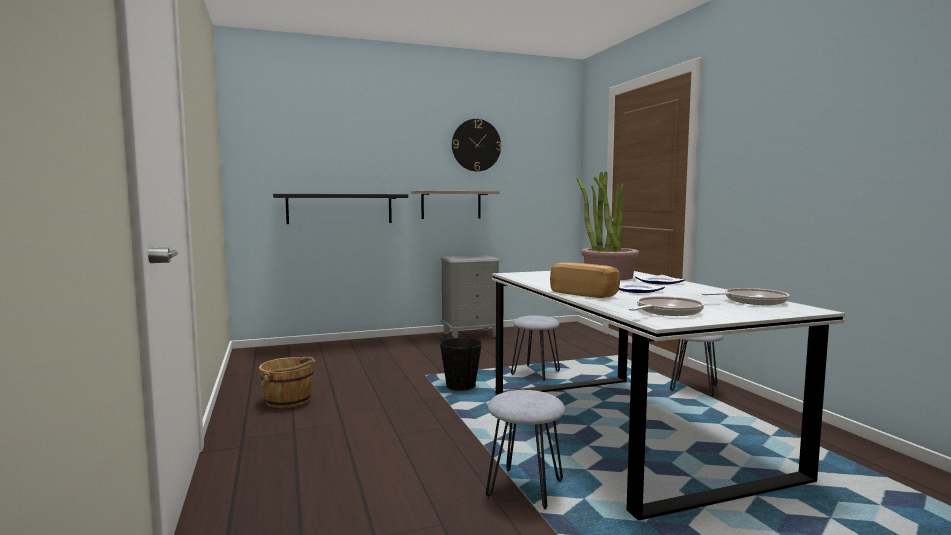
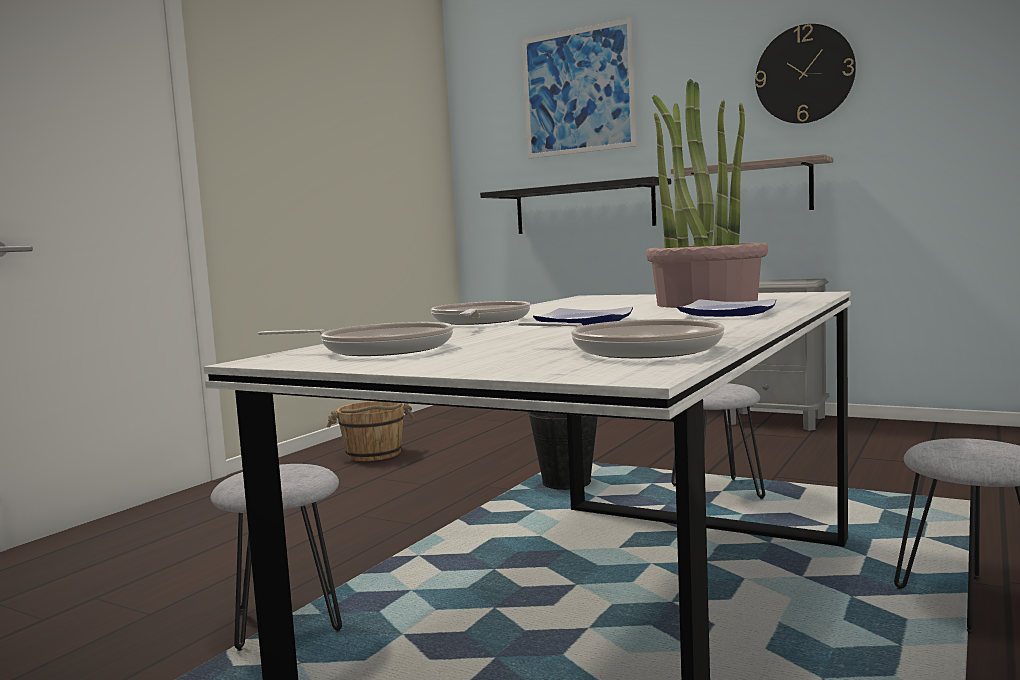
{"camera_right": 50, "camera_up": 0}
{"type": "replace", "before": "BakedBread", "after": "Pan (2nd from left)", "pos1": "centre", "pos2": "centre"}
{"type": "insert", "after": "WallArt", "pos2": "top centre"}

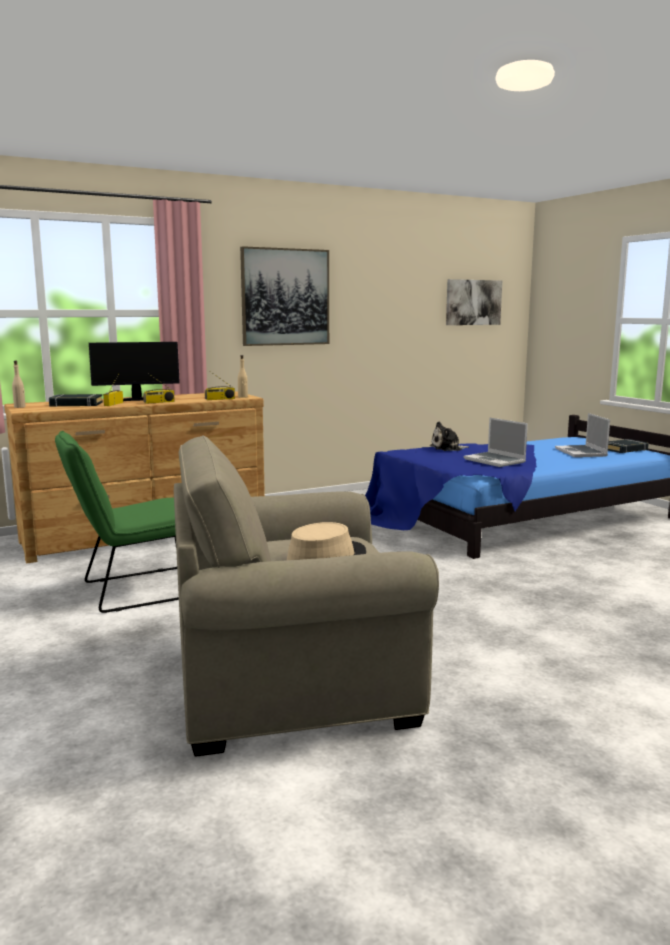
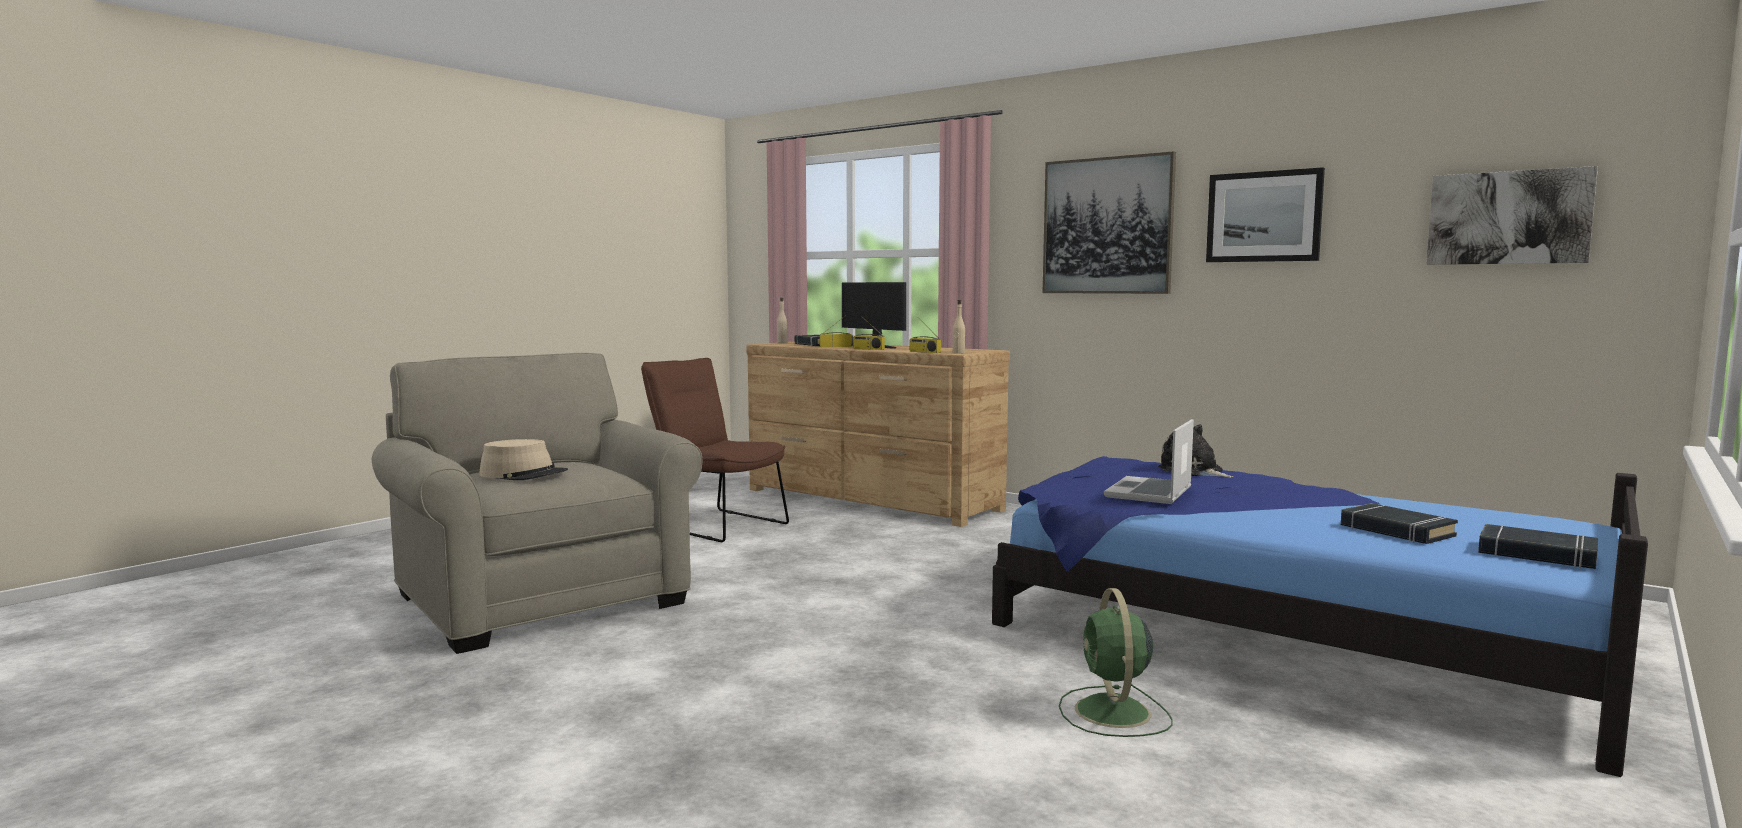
{"camera_right": 65, "camera_up": -5}
{"type": "recolor", "before": "GreenishPlainChair", "after": "BrownColouredPlainChair", "pos1": "middle left", "pos2": "centre"}
{"type": "replace", "before": "Laptop (2nd from left)", "after": "BlackishVolume (2nd from left)", "pos1": "middle right", "pos2": "middle right"}
{"type": "insert", "after": "GreenishFan", "pos2": "bottom centre"}
{"type": "insert", "after": "WallArt (2nd from left)", "pos2": "top right"}

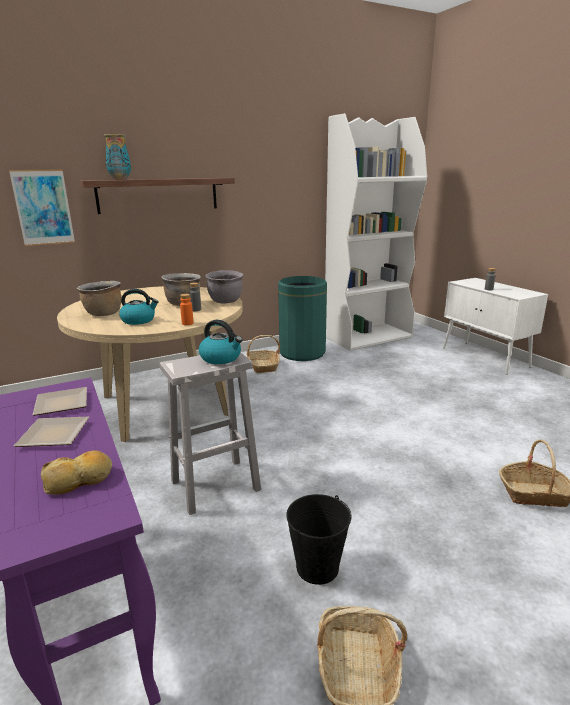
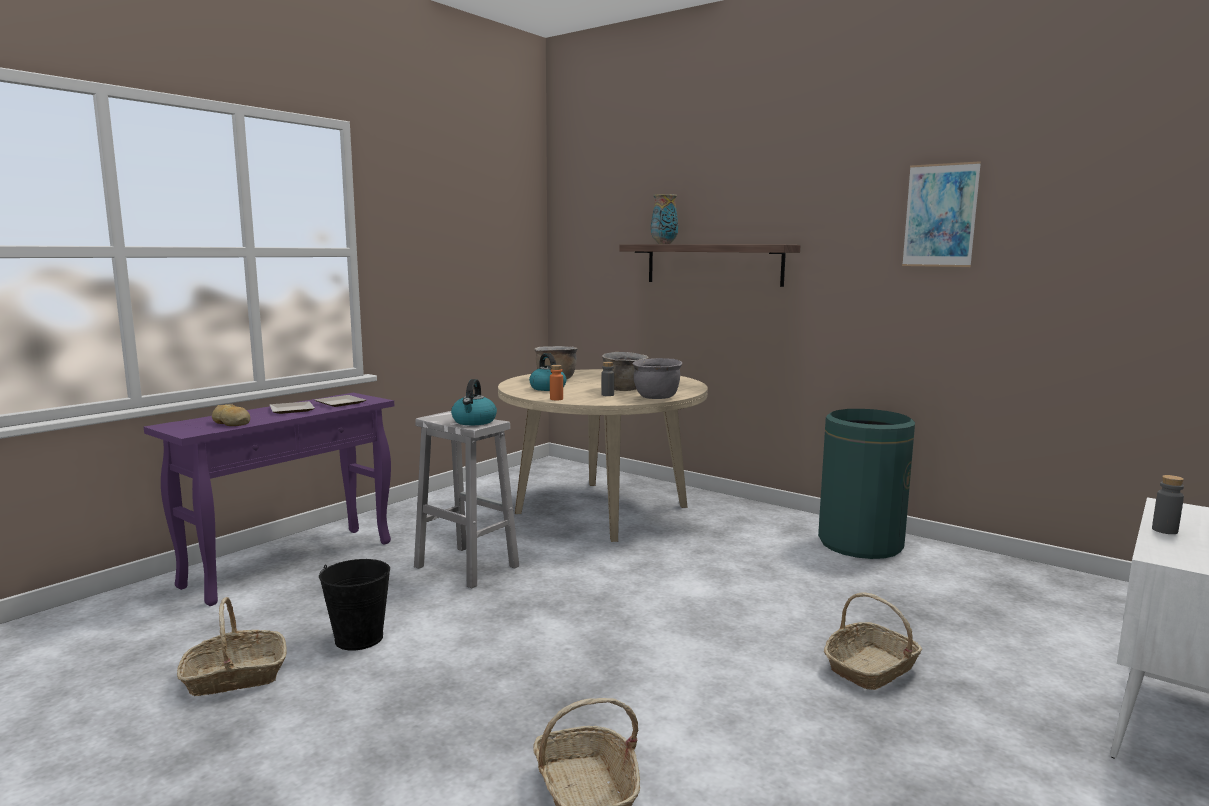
{"camera_right": 65, "camera_up": -10}
{"type": "move", "before": "WallArt", "pos1": "top left", "pos2": "top right"}
{"type": "move", "before": "Basket (1st from left in the first image)", "after": "Basket (3rd from left)", "pos1": "centre", "pos2": "bottom right"}
{"type": "delete", "before": "WhiteColouredBookshelf", "pos1": "top centre"}

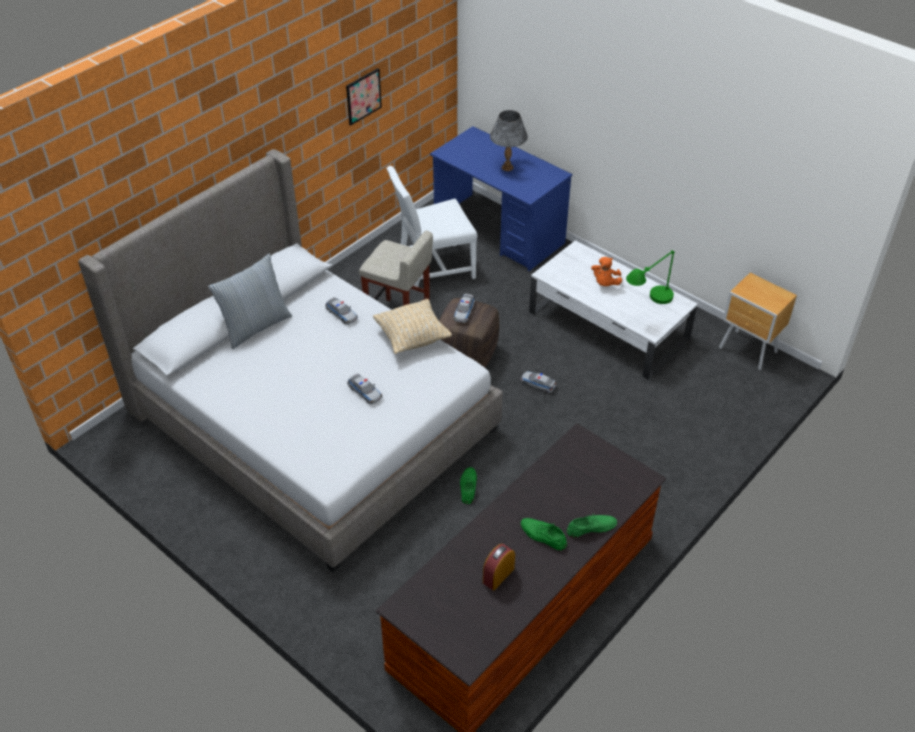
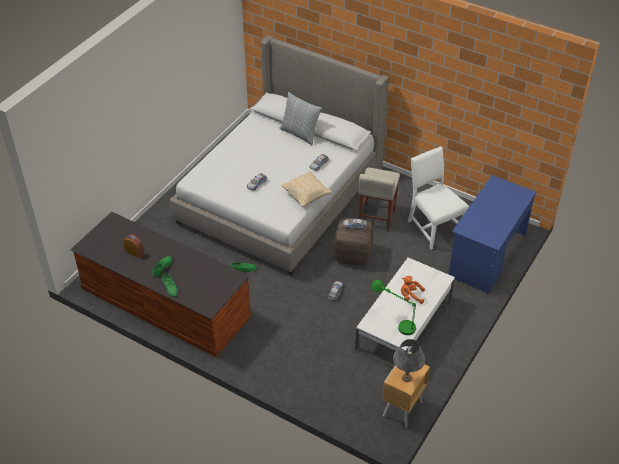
{"camera_right": 80, "camera_up": 0}
{"type": "delete", "before": "WallArt", "pos1": "top centre"}
{"type": "move", "before": "GrayLampForATable", "pos1": "top centre", "pos2": "bottom centre"}

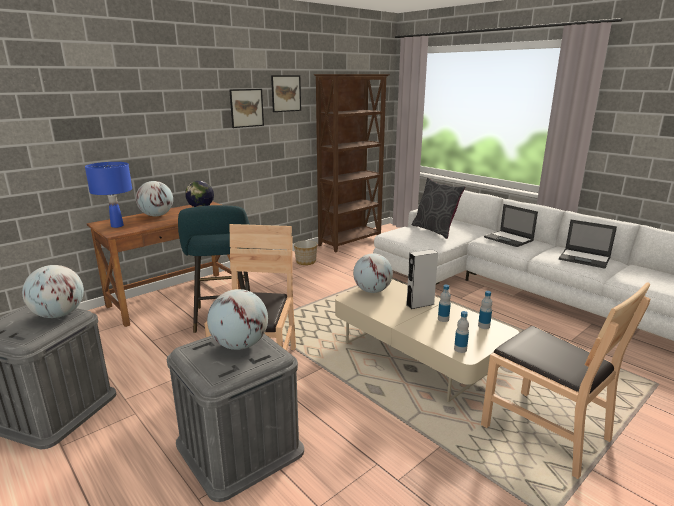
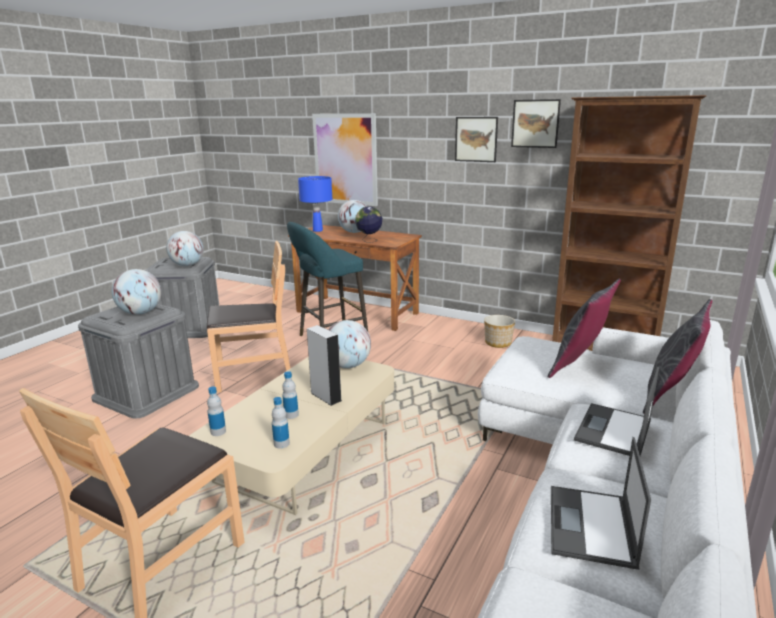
{"camera_right": 70, "camera_up": 0}
{"type": "insert", "after": "WallArt (1st from left)", "pos2": "top centre"}
{"type": "insert", "after": "GrayThrowPillow (2nd from left)", "pos2": "middle right"}

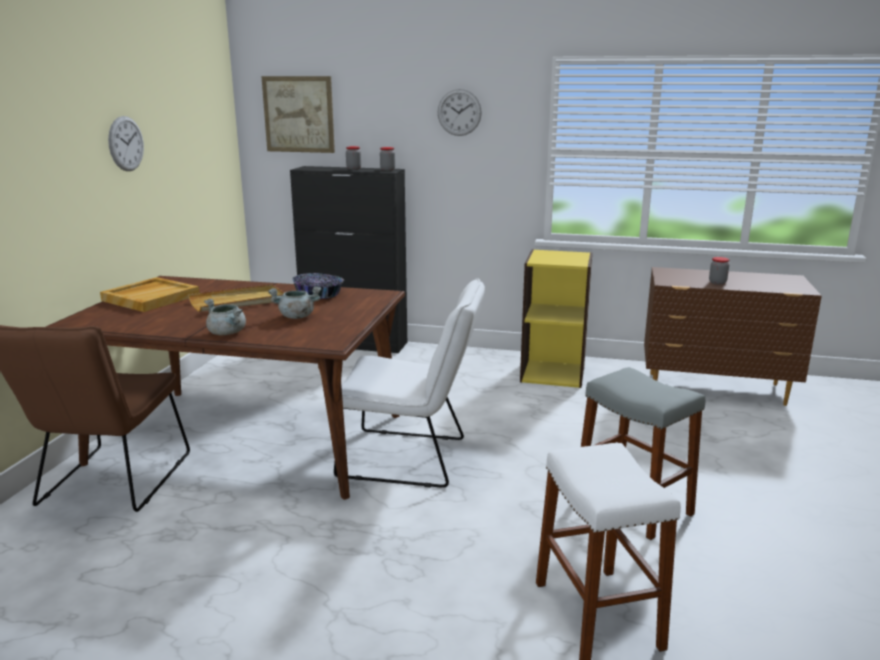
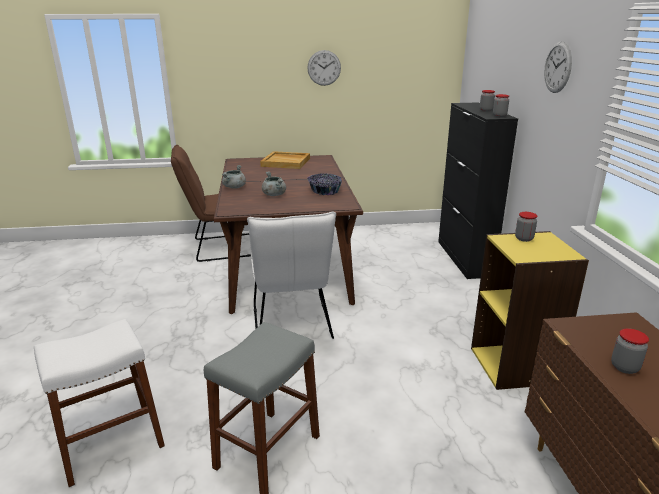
{"camera_right": 70, "camera_up": 5}
{"type": "delete", "before": "SandColouredCarryingTray (2nd from left)", "pos1": "middle left"}
{"type": "delete", "before": "WallArt", "pos1": "top centre"}
{"type": "insert", "after": "Jar (3rd from left)", "pos2": "middle right"}

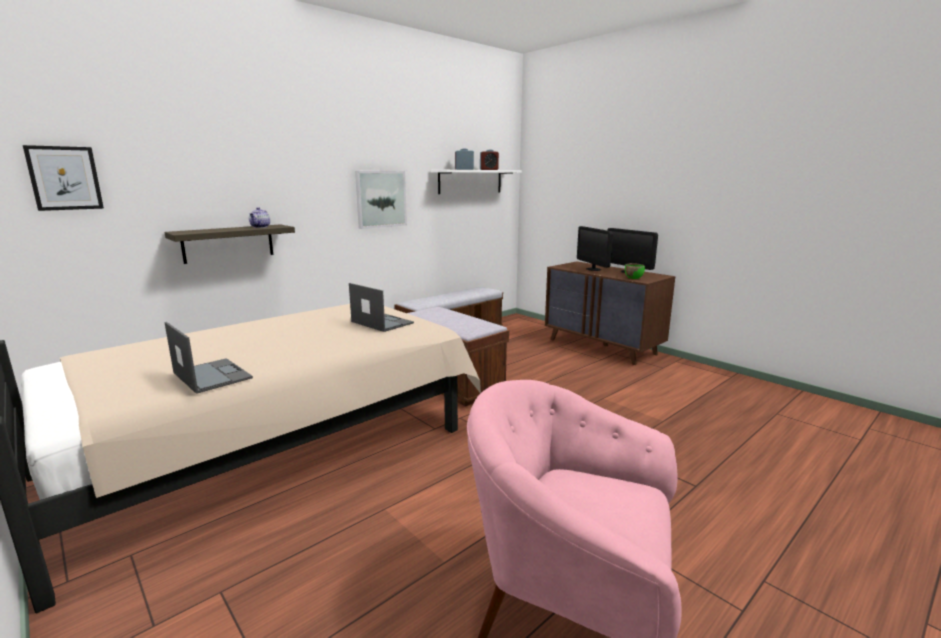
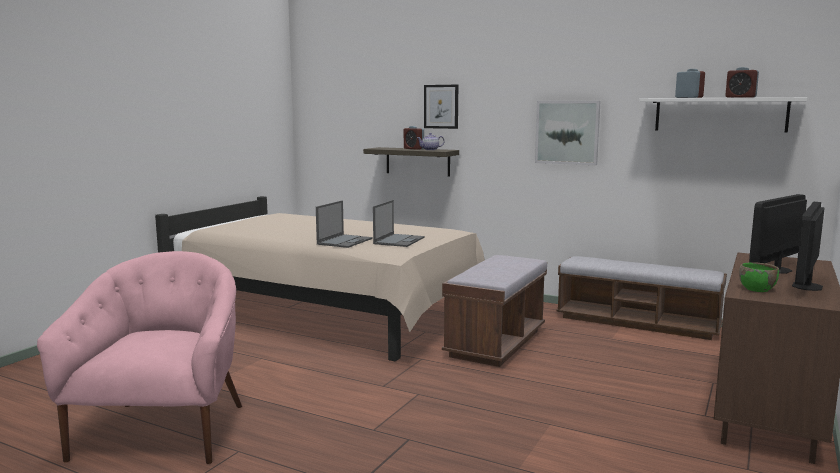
{"camera_right": 70, "camera_up": -5}
{"type": "move", "before": "WallArt (1st from left)", "pos1": "top left", "pos2": "top centre"}
{"type": "move", "before": "Laptop (1st from left)", "pos1": "middle left", "pos2": "centre"}
{"type": "insert", "after": "BedsideClock (1st from left)", "pos2": "top centre"}

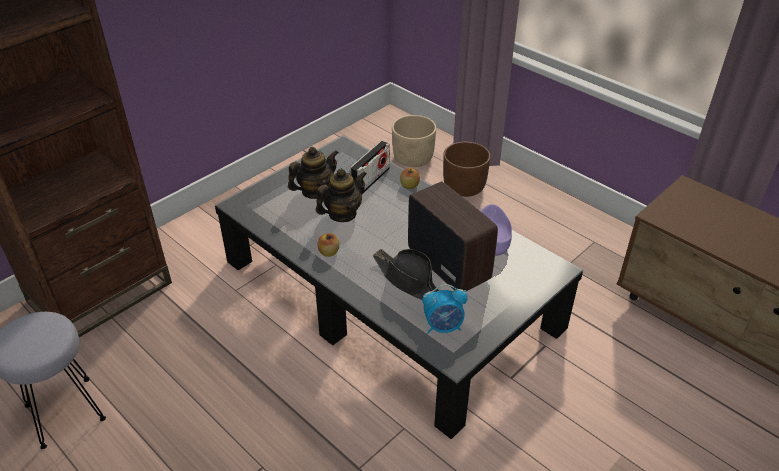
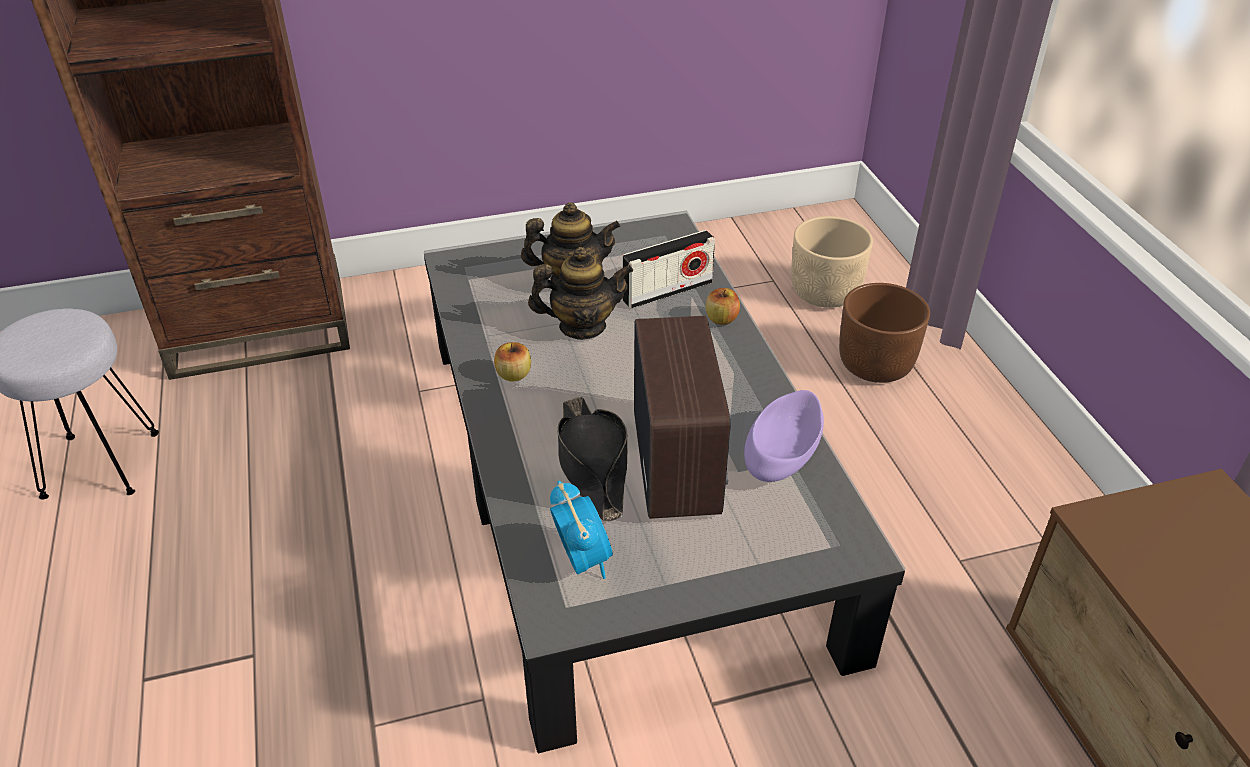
{"camera_right": 30, "camera_up": 0}
{"type": "rotate", "before": "BedsideClock", "pos1": "centre", "pos2": "bottom centre", "turn": -135}

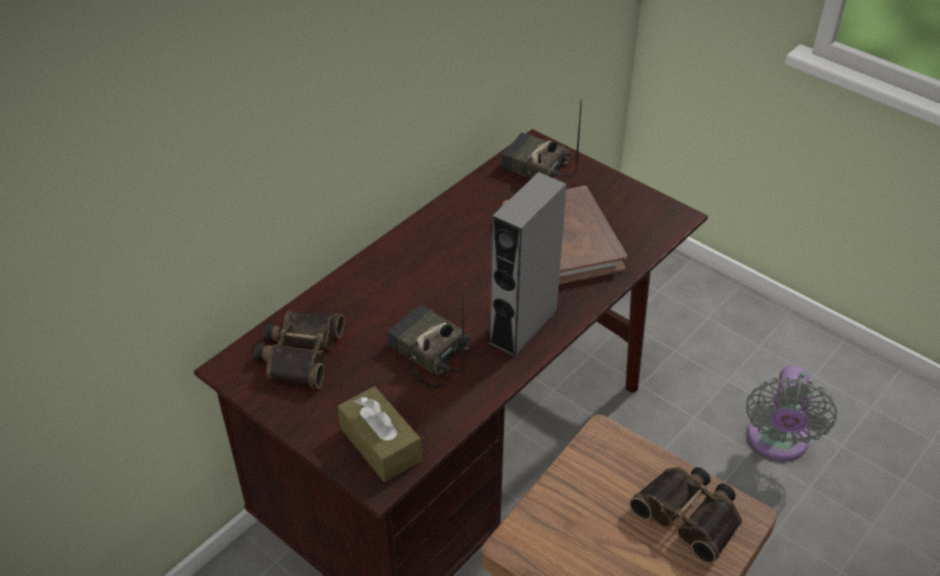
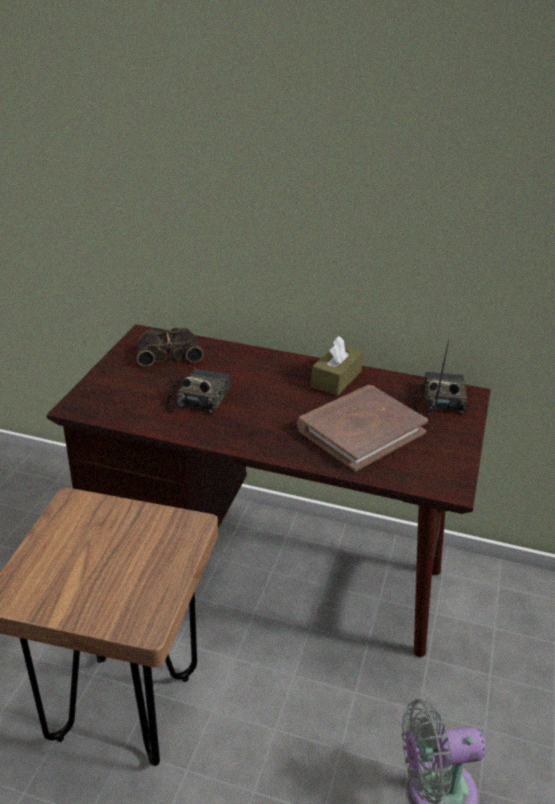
{"camera_right": 65, "camera_up": -10}
{"type": "move", "before": "BrownColouredBoxOfTissues", "pos1": "bottom centre", "pos2": "centre"}
{"type": "delete", "before": "GraySpeaker", "pos1": "centre"}
{"type": "delete", "before": "FieldGlasses (2nd from left)", "pos1": "bottom right"}

